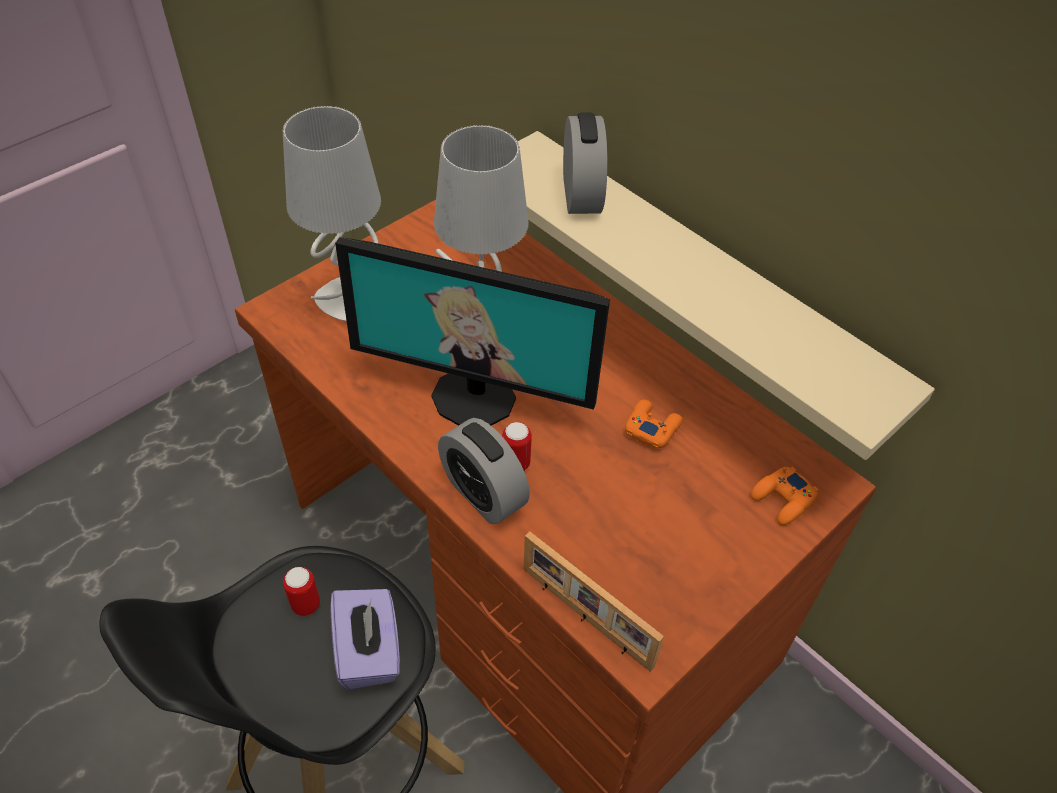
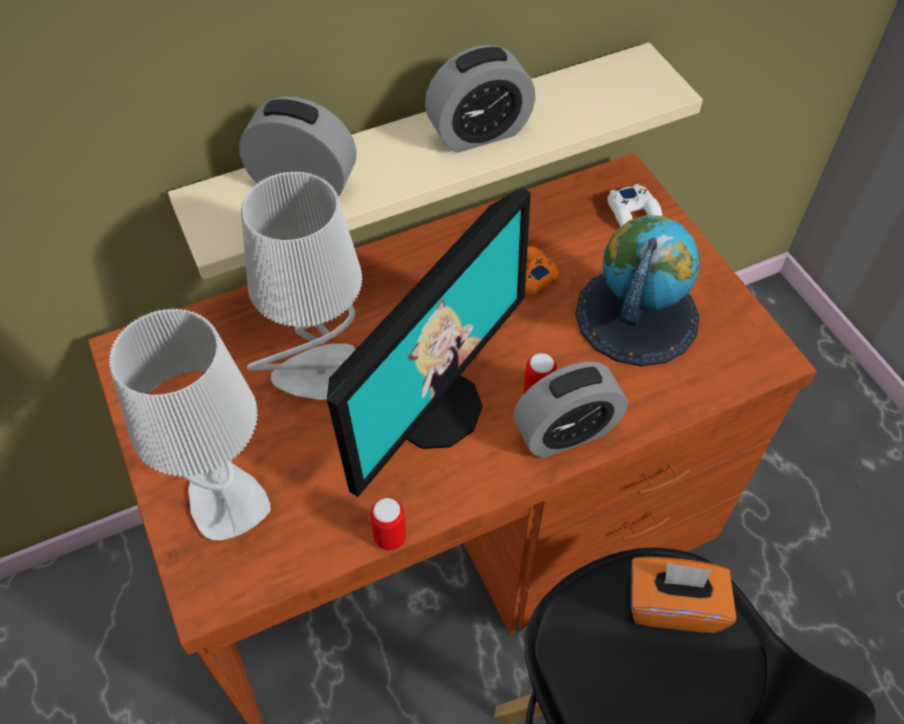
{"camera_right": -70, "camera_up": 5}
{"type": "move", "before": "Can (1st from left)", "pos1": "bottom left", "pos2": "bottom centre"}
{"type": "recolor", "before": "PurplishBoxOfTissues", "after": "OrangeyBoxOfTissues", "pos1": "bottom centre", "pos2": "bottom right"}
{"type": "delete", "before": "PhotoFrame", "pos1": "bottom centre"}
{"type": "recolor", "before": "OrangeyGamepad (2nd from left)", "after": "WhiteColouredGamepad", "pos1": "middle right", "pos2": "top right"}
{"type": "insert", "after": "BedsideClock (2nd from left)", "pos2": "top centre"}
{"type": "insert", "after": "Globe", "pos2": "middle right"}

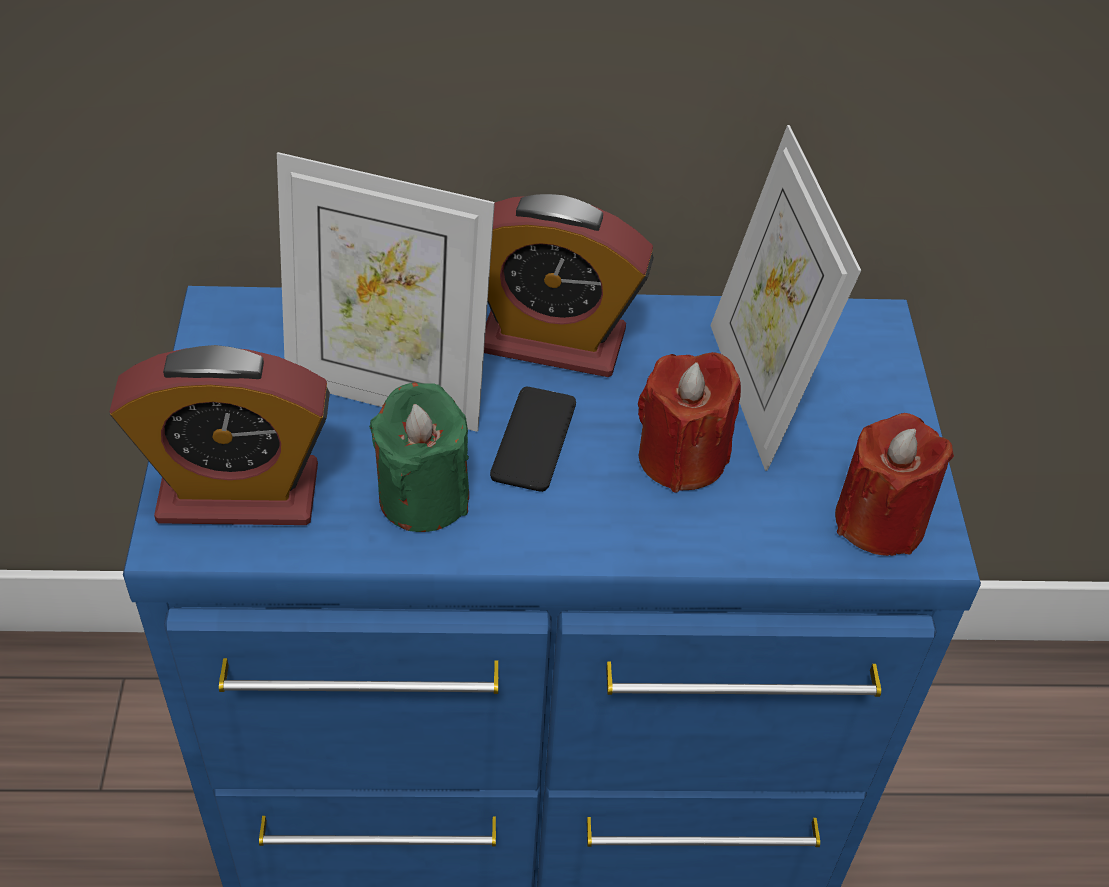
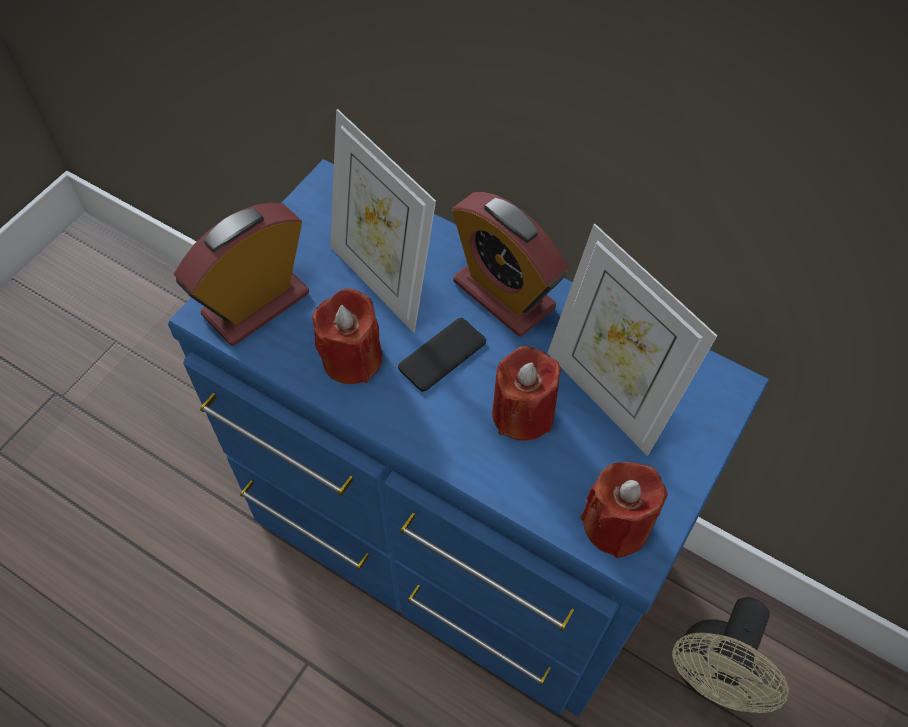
{"camera_right": 35, "camera_up": 10}
{"type": "rotate", "before": "BedsideClock (1st from left)", "pos1": "middle left", "pos2": "middle left", "turn": 105}
{"type": "recolor", "before": "GreenishCandle", "after": "RedCandle (1st from left)", "pos1": "centre", "pos2": "centre"}
{"type": "rotate", "before": "PhotoFrame (2nd from left)", "pos1": "middle right", "pos2": "middle right", "turn": -60}
{"type": "insert", "after": "SandColouredFan", "pos2": "bottom right"}

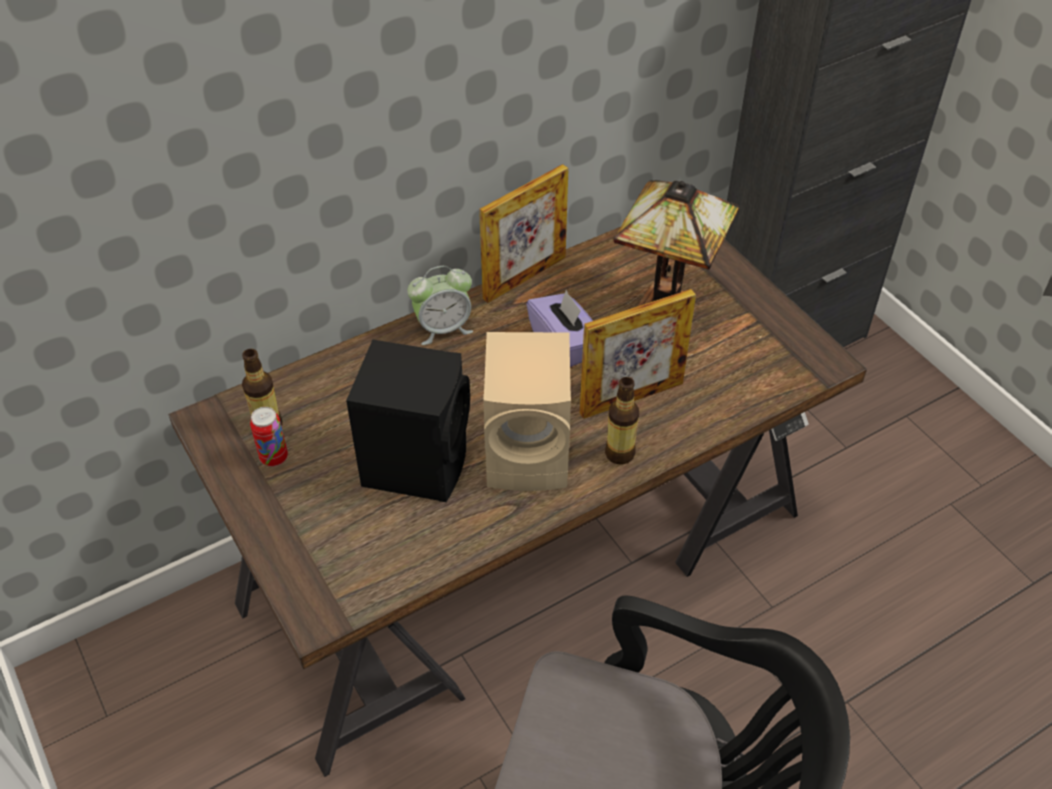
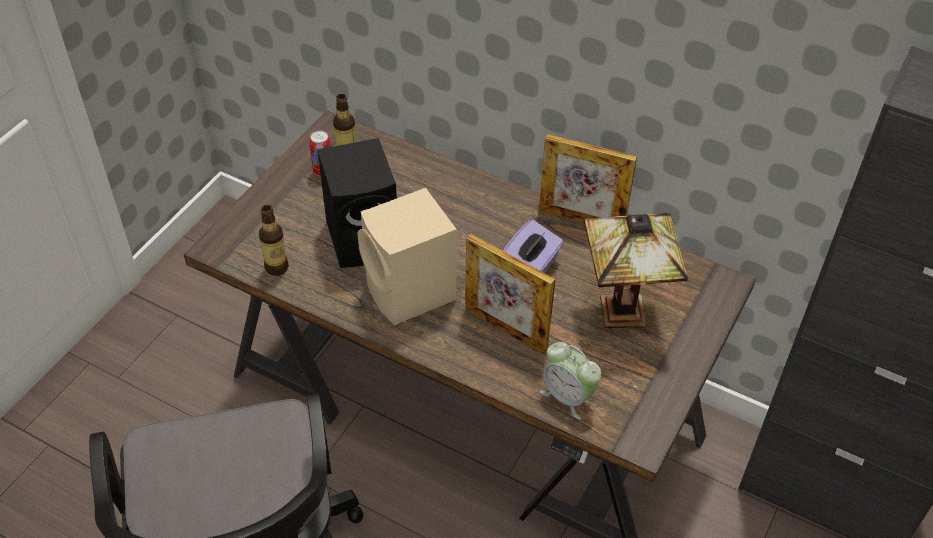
{"camera_right": 60, "camera_up": 0}
{"type": "move", "before": "BedsideClock", "pos1": "centre", "pos2": "bottom centre"}
{"type": "move", "before": "BeverageBottle (2nd from left in the first image)", "after": "BeverageBottle (1st from left)", "pos1": "centre", "pos2": "middle left"}

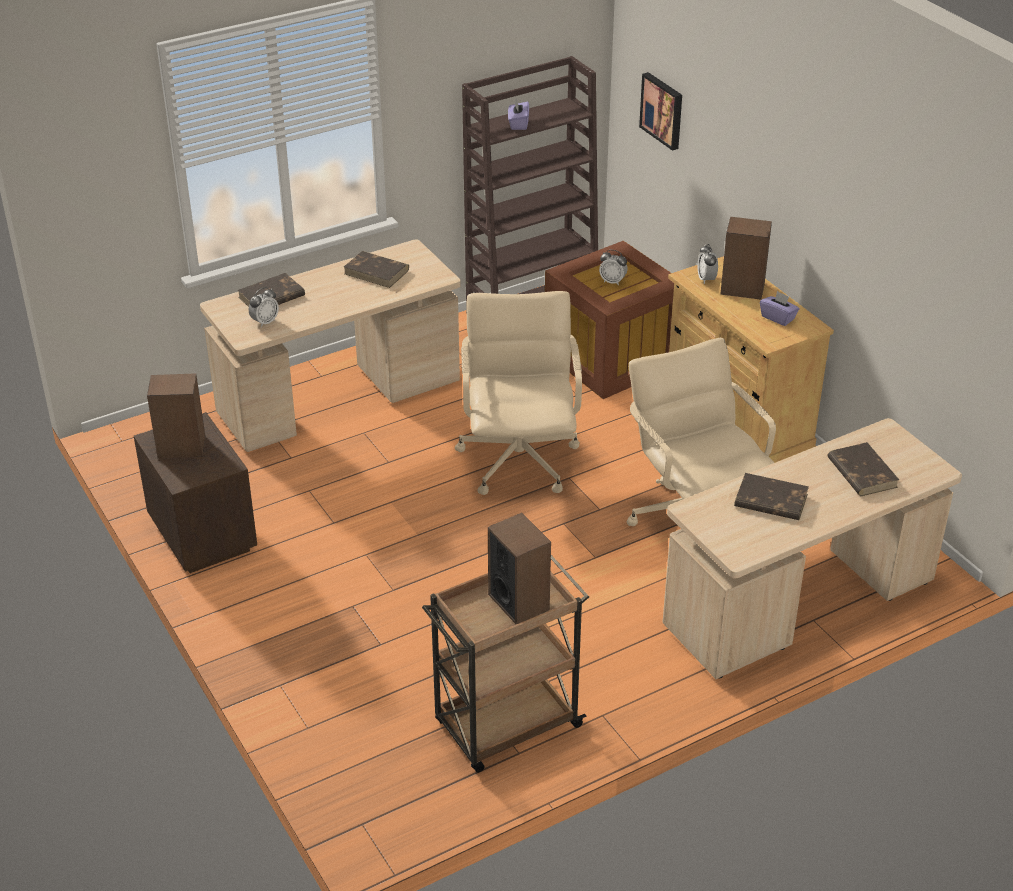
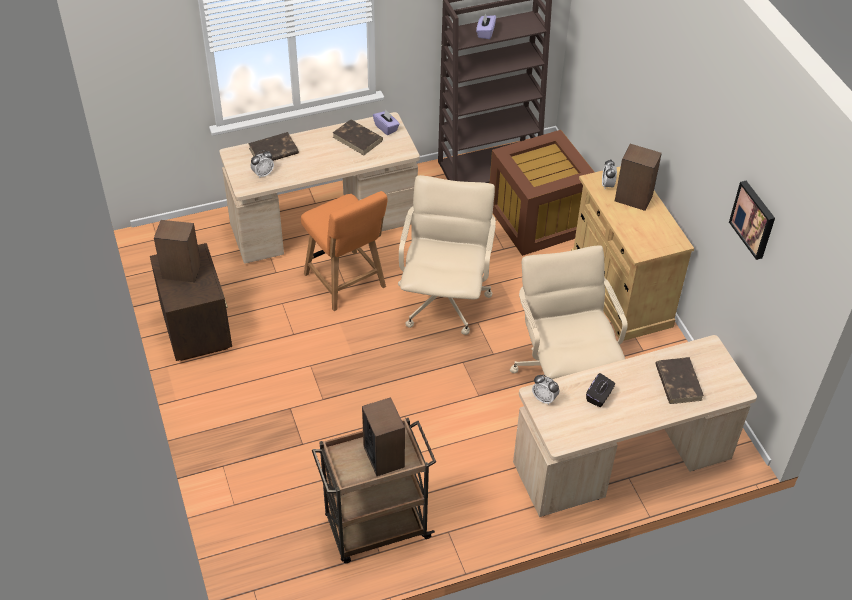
{"camera_right": 10, "camera_up": 10}
{"type": "move", "before": "BedsideClock (2nd from left)", "pos1": "top centre", "pos2": "centre"}
{"type": "move", "before": "WallArt", "pos1": "top centre", "pos2": "middle right"}
{"type": "replace", "before": "BrownColouredVolume (3rd from left)", "after": "BlackishBoxOfTissues", "pos1": "middle right", "pos2": "middle right"}
{"type": "move", "before": "PurplishBoxOfTissues (2nd from left in the first image)", "after": "PurplishBoxOfTissues (1st from left)", "pos1": "middle right", "pos2": "top centre"}
{"type": "insert", "after": "OrangeyPlainChair", "pos2": "centre"}

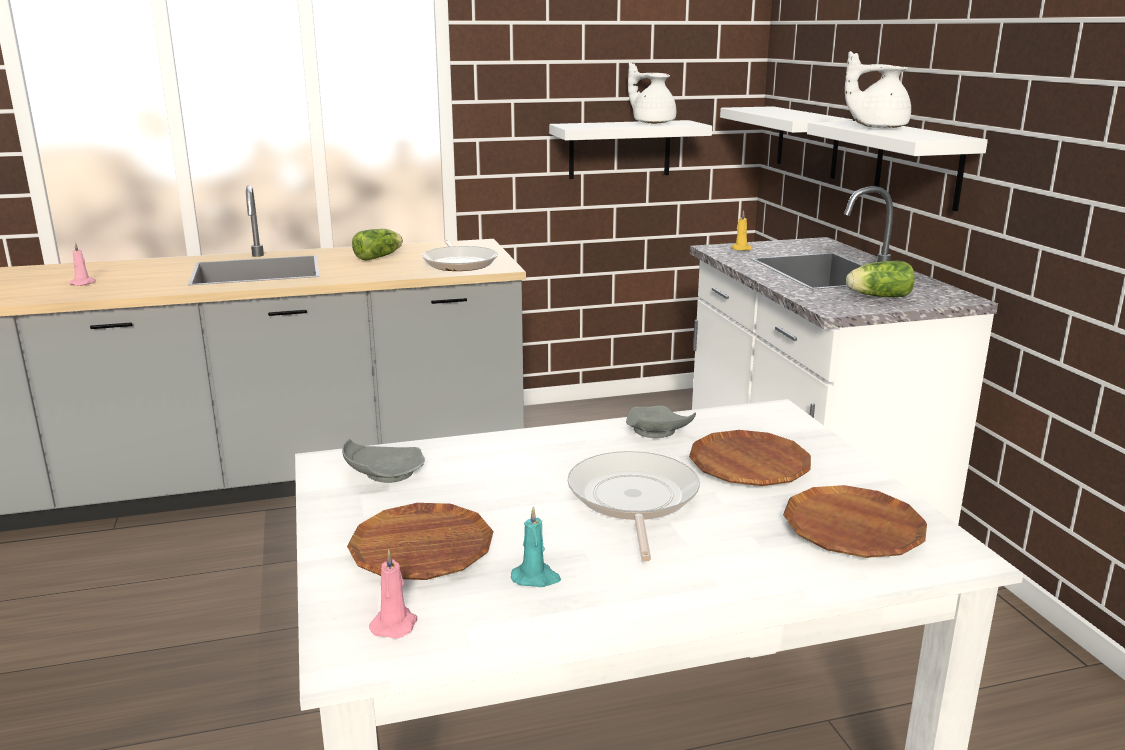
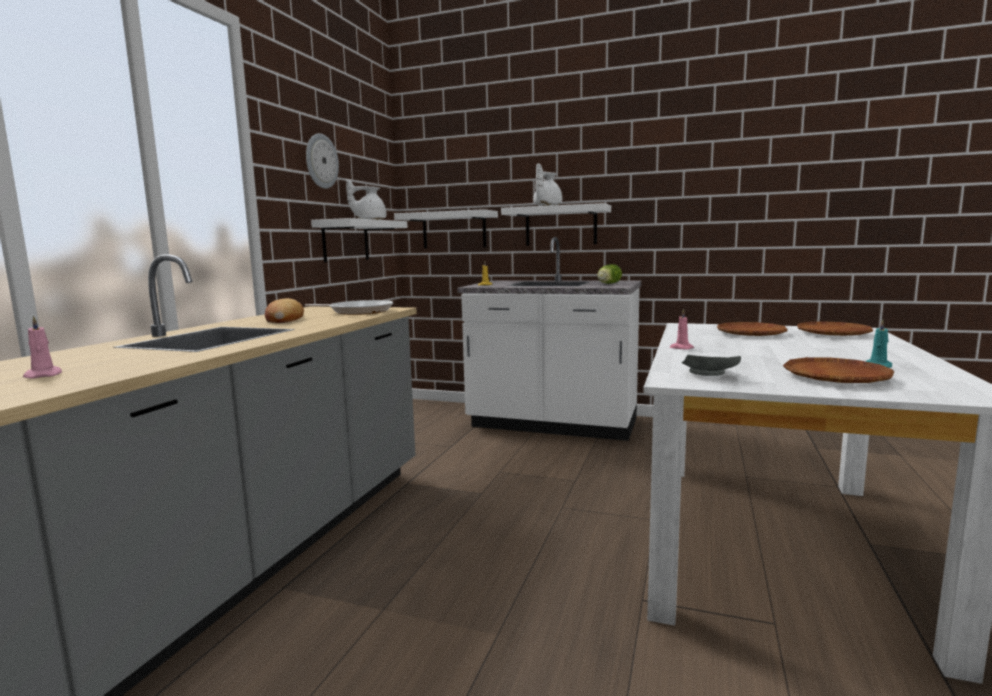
{"camera_right": -55, "camera_up": -10}
{"type": "replace", "before": "HeadOfLettuce (1st from left)", "after": "BakedBread", "pos1": "top centre", "pos2": "middle left"}
{"type": "move", "before": "PinkCandle (2nd from left)", "pos1": "bottom centre", "pos2": "middle right"}
{"type": "delete", "before": "Pan (2nd from left)", "pos1": "bottom centre"}
{"type": "delete", "before": "GrayFlatDish (2nd from left)", "pos1": "centre"}
{"type": "insert", "after": "ClockOnTheWall", "pos2": "top left"}

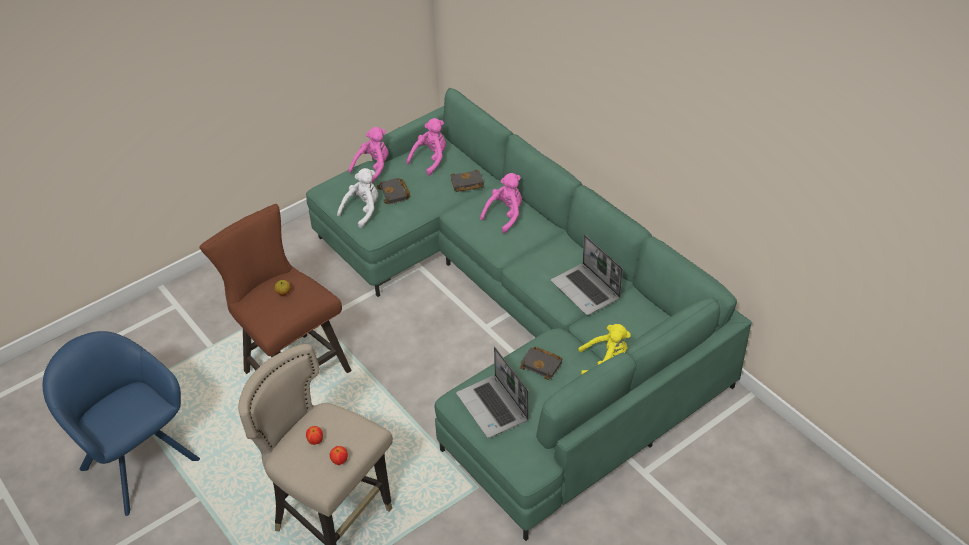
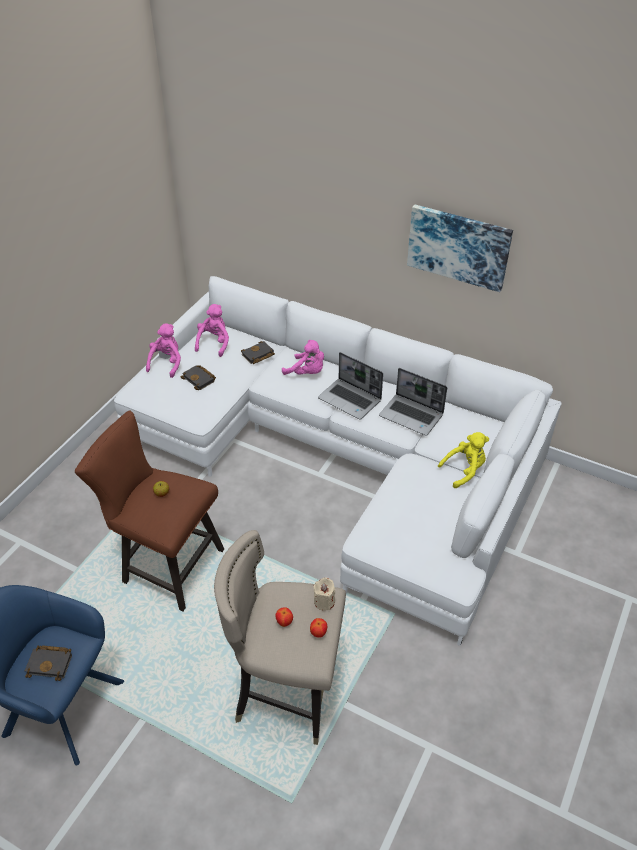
{"camera_right": -25, "camera_up": 0}
{"type": "recolor", "before": "GreenishSofa", "after": "WhiteColouredSofa", "pos1": "centre", "pos2": "centre"}
{"type": "delete", "before": "WhiteColouredSoftToy", "pos1": "centre"}
{"type": "move", "before": "Laptop (1st from left)", "pos1": "bottom centre", "pos2": "centre"}
{"type": "rotate", "before": "PinkSoftToy (3rd from left)", "pos1": "centre", "pos2": "centre", "turn": 105}
{"type": "move", "before": "BlackishVolume (3rd from left in the first image)", "after": "BlackishVolume (1st from left)", "pos1": "centre", "pos2": "bottom left"}
{"type": "insert", "after": "SandColouredCandle", "pos2": "bottom centre"}
{"type": "insert", "after": "WallArt", "pos2": "top right"}

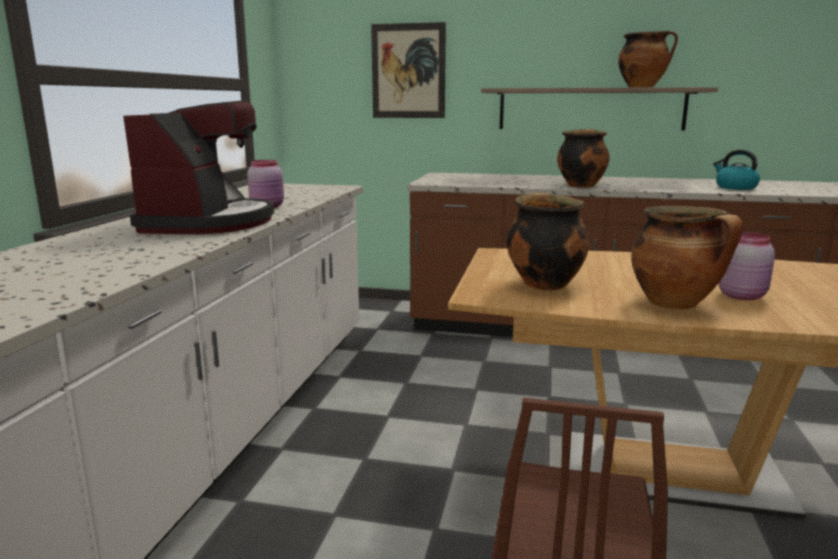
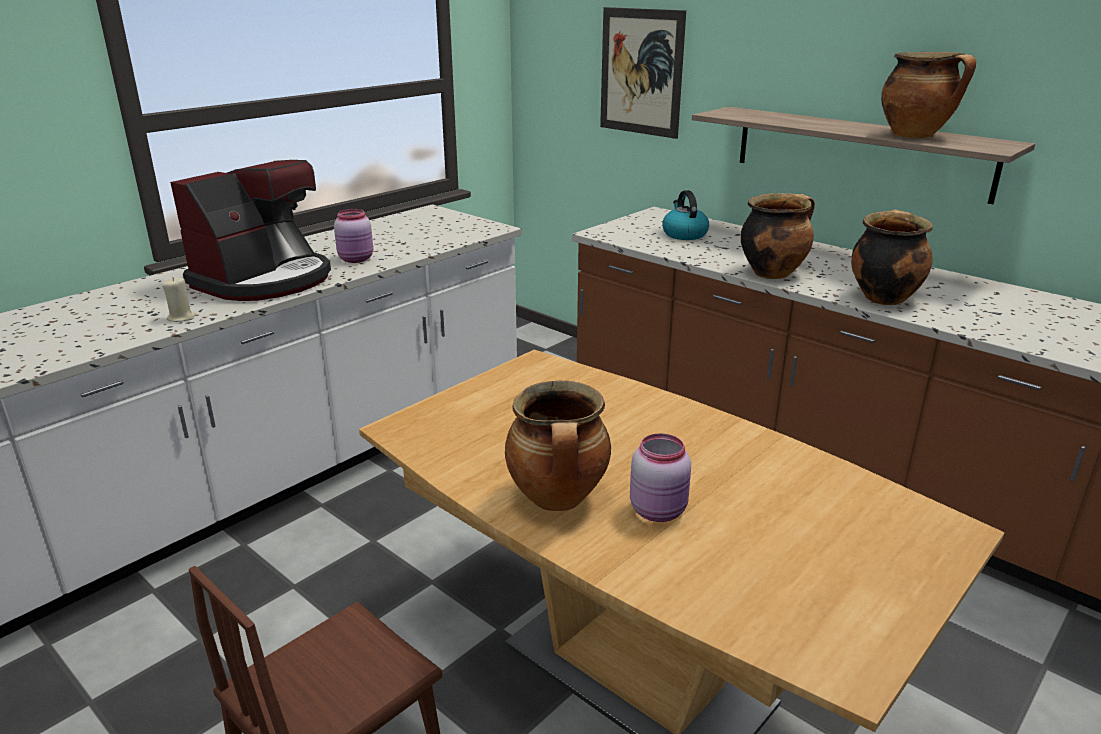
{"camera_right": 30, "camera_up": 10}
{"type": "move", "before": "CookingPot (1st from left in the first image)", "after": "CookingPot (3rd from left)", "pos1": "centre", "pos2": "middle right"}
{"type": "move", "before": "Kettle", "pos1": "top right", "pos2": "top centre"}
{"type": "insert", "after": "SandColouredCandle", "pos2": "middle left"}

